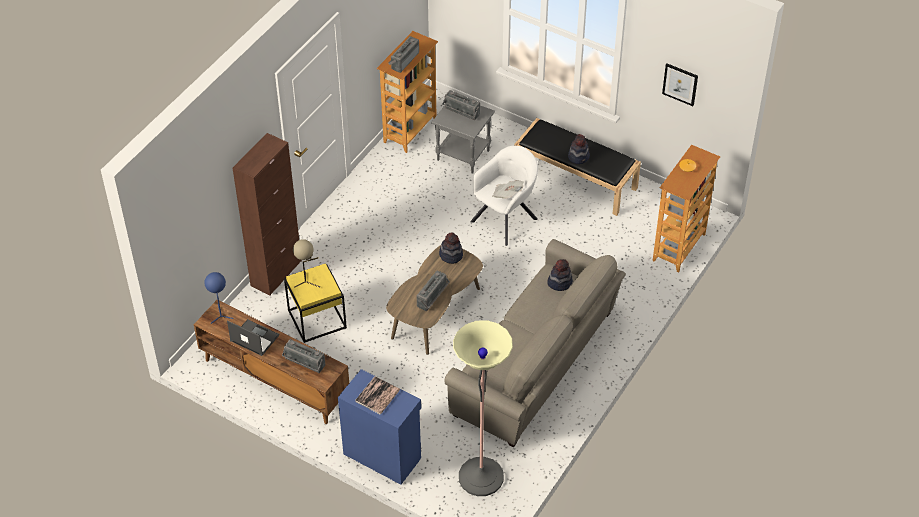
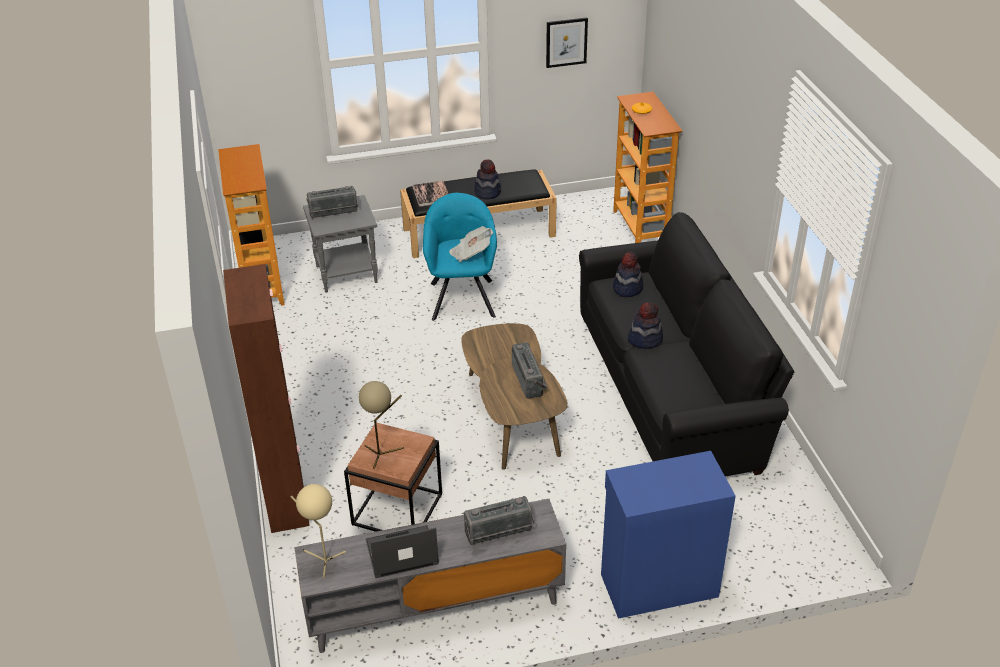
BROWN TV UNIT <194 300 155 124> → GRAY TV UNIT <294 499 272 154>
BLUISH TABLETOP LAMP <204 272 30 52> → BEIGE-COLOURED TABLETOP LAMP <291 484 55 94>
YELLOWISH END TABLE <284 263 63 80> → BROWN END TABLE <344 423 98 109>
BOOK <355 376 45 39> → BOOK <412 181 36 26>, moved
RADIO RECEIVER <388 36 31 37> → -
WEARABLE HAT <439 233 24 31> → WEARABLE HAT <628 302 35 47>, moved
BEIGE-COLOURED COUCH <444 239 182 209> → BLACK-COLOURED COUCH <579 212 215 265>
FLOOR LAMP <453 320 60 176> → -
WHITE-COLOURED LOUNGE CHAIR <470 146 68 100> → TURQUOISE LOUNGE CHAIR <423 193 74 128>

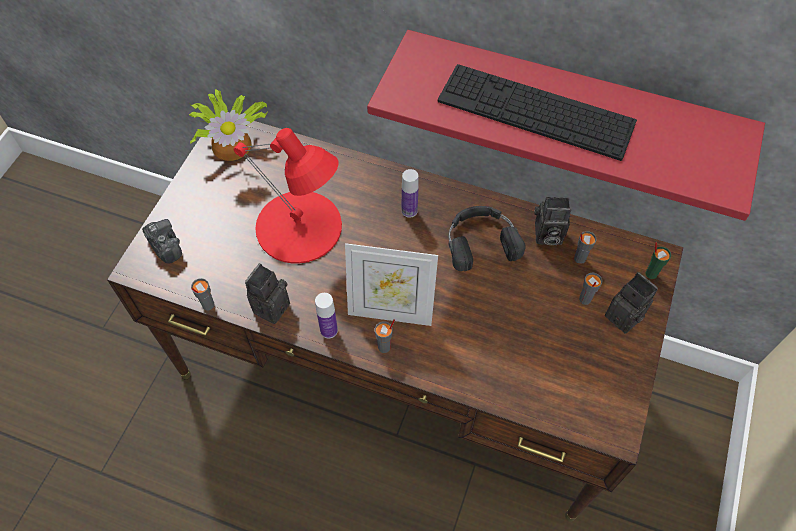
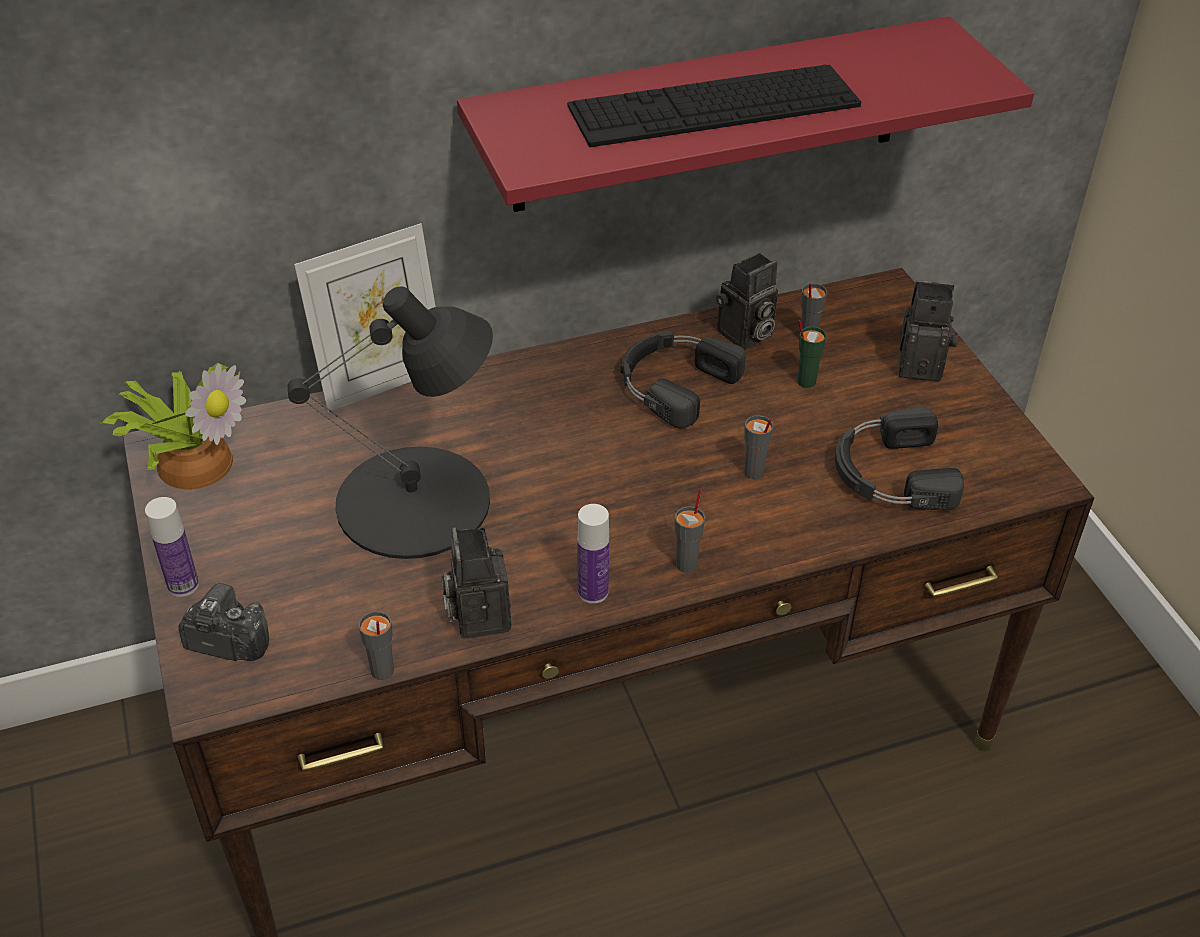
RED-COLOURED TABLETOP LAMP <233 128 109 135> → BLACK-COLOURED TABLETOP LAMP <288 286 205 273>
STANDING FRAME <345 243 93 83> → STANDING FRAME <294 223 142 189>, moved
DRINK BOTTLE <402 169 17 49> → DRINK BOTTLE <145 497 54 100>, moved
GRAY DRINKING CUP <579 272 23 33> → GRAY DRINKING CUP <744 415 29 64>, moved
GREEN-COLOURED DRINKING CUP <645 242 26 37> → GREEN-COLOURED DRINKING CUP <797 320 30 68>, moved
- → BLACK-COLOURED PAIR OF HEADPHONES <835 406 129 104>

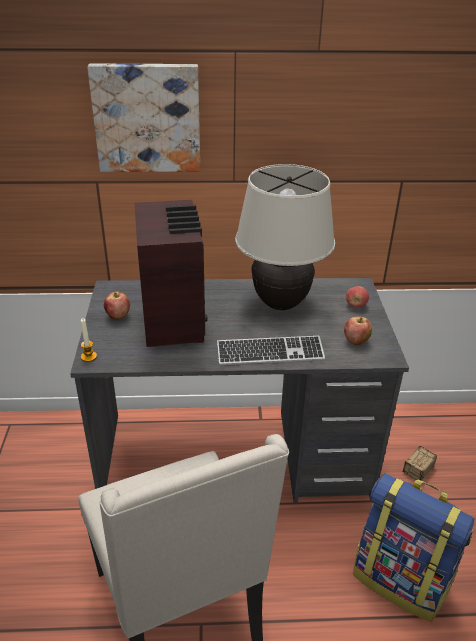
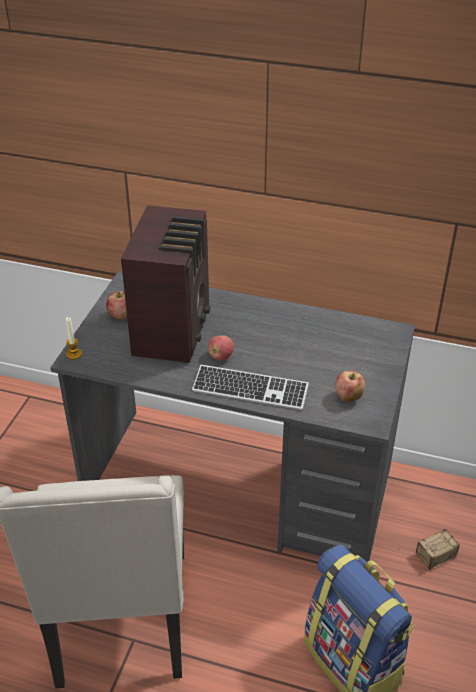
WALL ART <87 63 113 109> → -
BEIGE-COLOURED TABLETOP LAMP <235 164 100 146> → -
APPLE <346 286 23 22> → APPLE <208 335 26 25>, moved

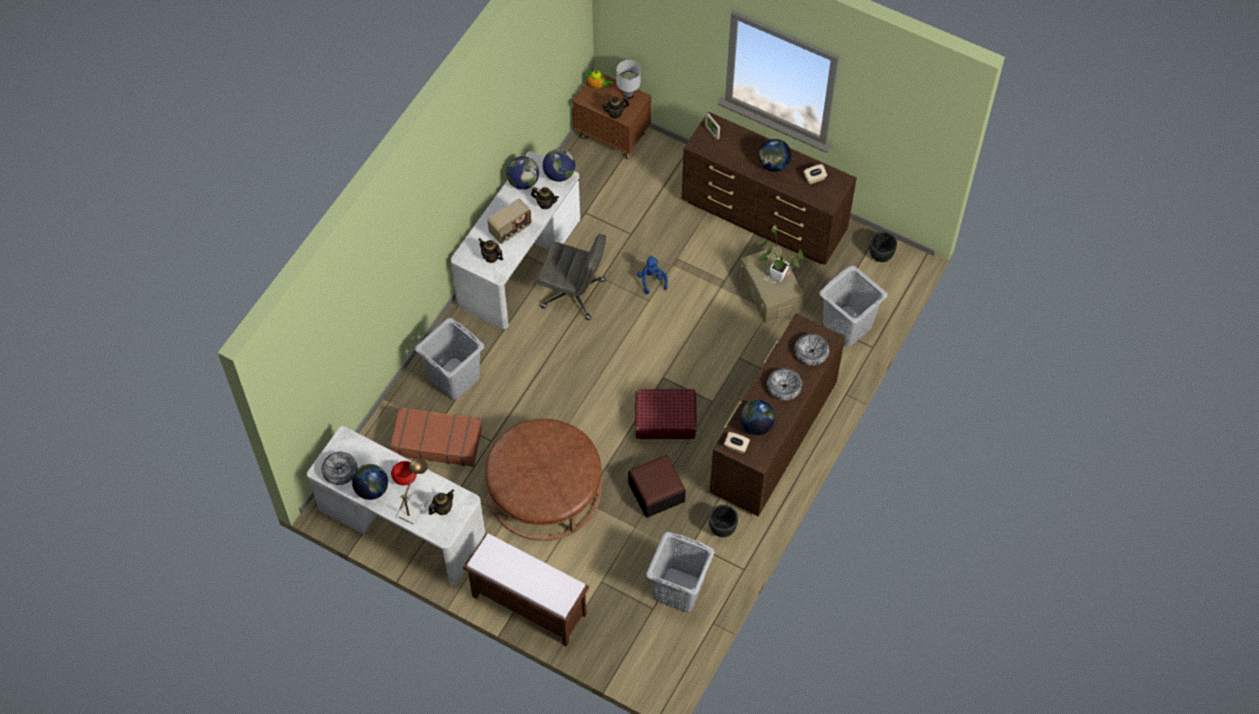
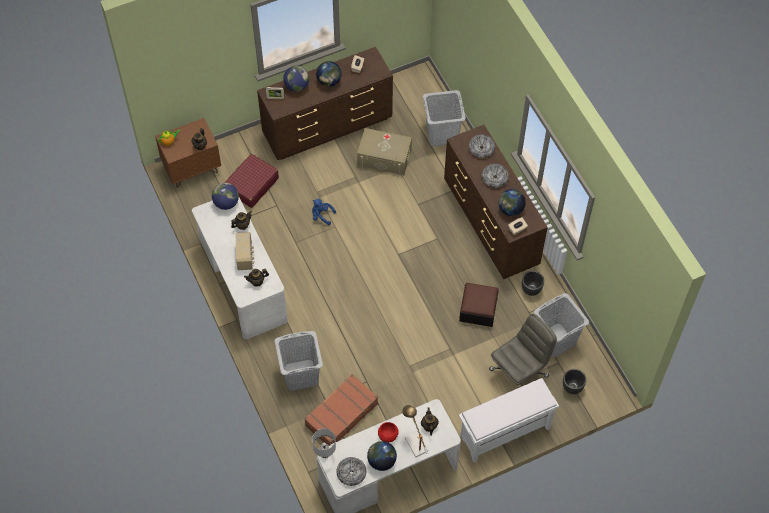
BROWN LONG SEAT <463 533 126 114> → WHITE-COLOURED LONG SEAT <459 378 100 85>
BROWN OTTOMAN <485 419 117 122> → -
DESK GLOBE <506 156 33 34> → DESK GLOBE <283 66 26 26>, moved
GRAY OFFICE CHAIR <538 234 68 86> → GRAY OFFICE CHAIR <489 314 68 74>, moved
WHITE-COLOURED TABLETOP LAMP <616 60 25 39> → WHITE-COLOURED TABLETOP LAMP <312 429 24 29>, moved
RED-COLOURED TRAVEL CASE <635 389 62 50> → RED-COLOURED TRAVEL CASE <225 154 54 54>, moved
PLANT IN A POT <759 228 44 55> → -
BLACK-COLOURED PLANTER <869 231 28 31> → BLACK-COLOURED PLANTER <563 369 23 25>, moved

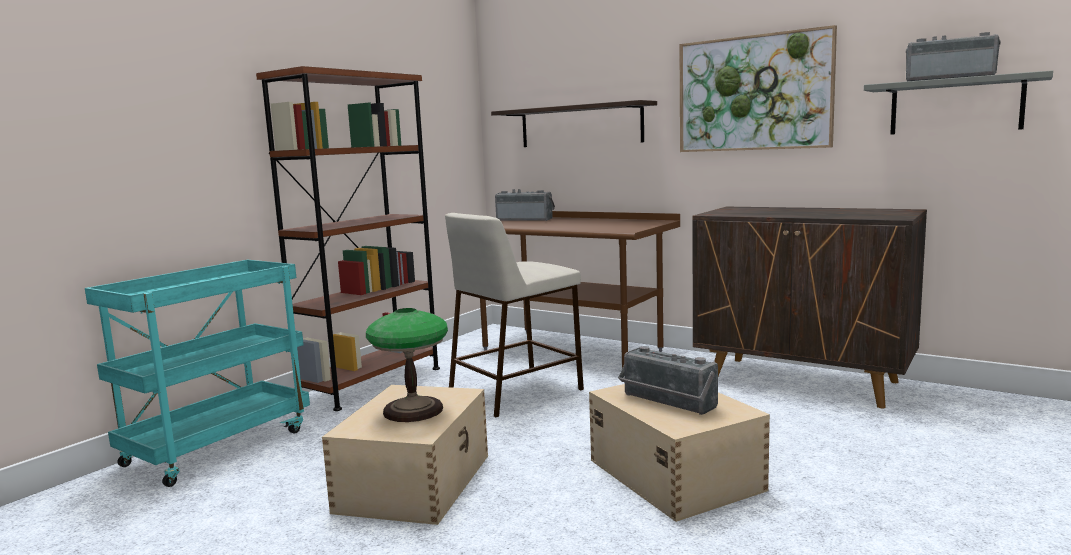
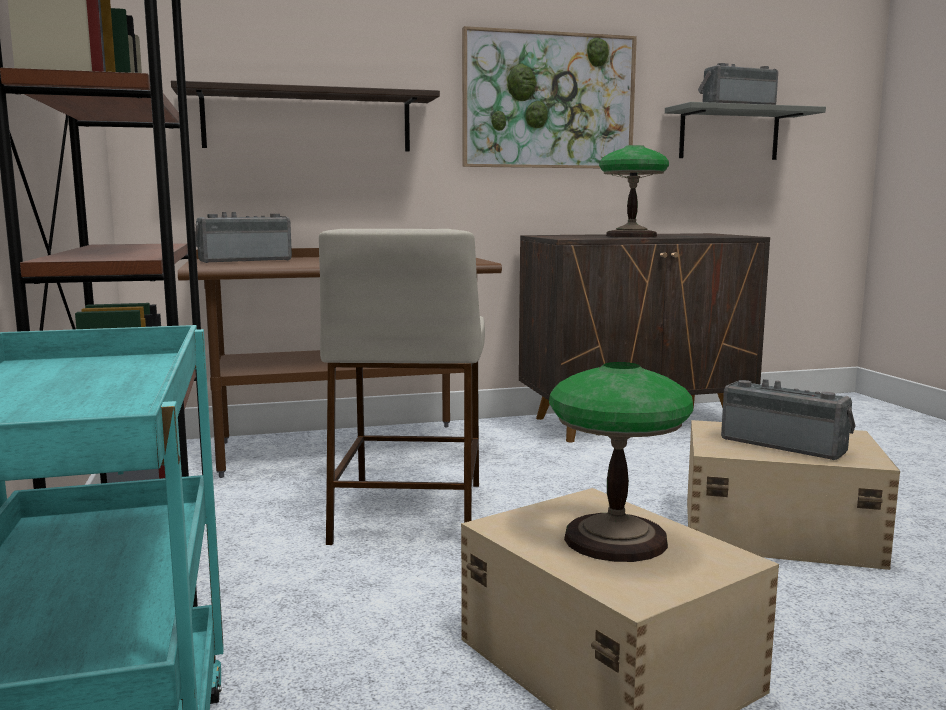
RADIO RECEIVER <618 346 100 69> → RADIO RECEIVER <721 379 134 81>, 135 degrees counterclockwise
- → TABLETOP LAMP <599 145 70 92>

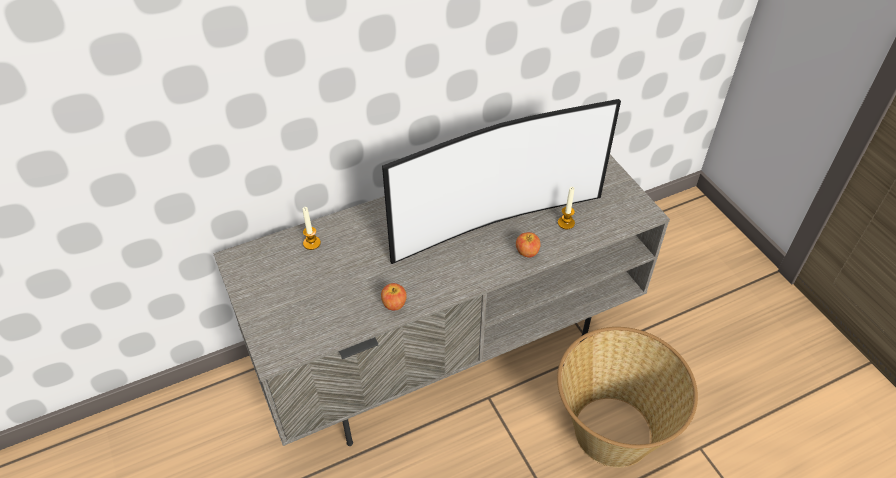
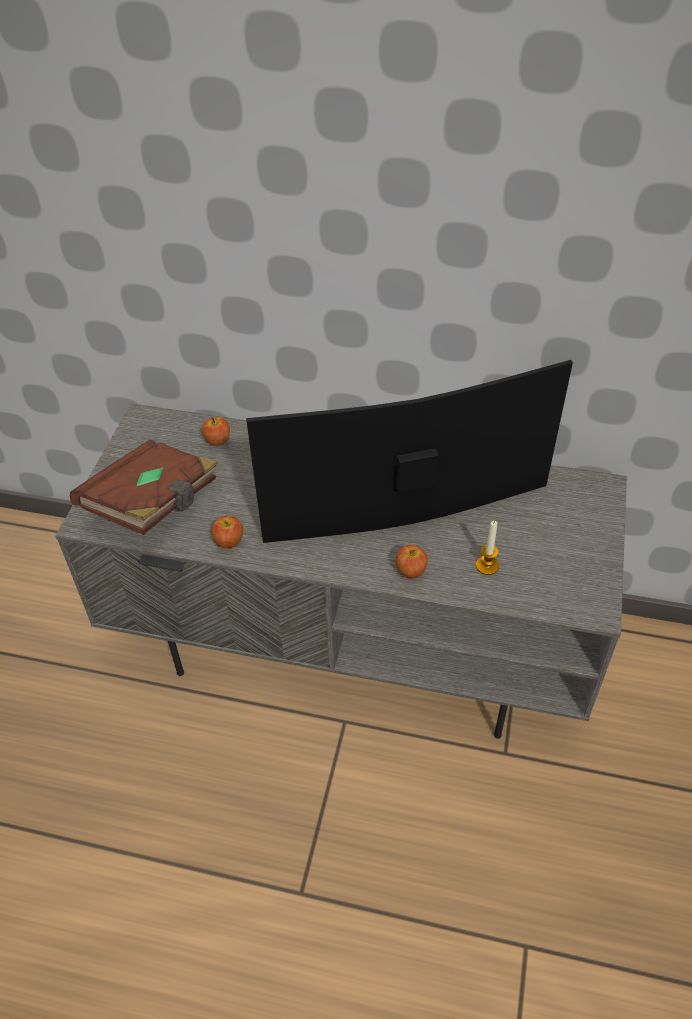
WAX LIGHT <303 207 18 43> → APPLE <202 417 28 29>
TV <382 99 239 165> → TV <246 360 327 183>, 150 degrees clockwise
STORAGE BASKET <557 327 141 141> → -
- → BROWN BOOK <70 439 148 96>

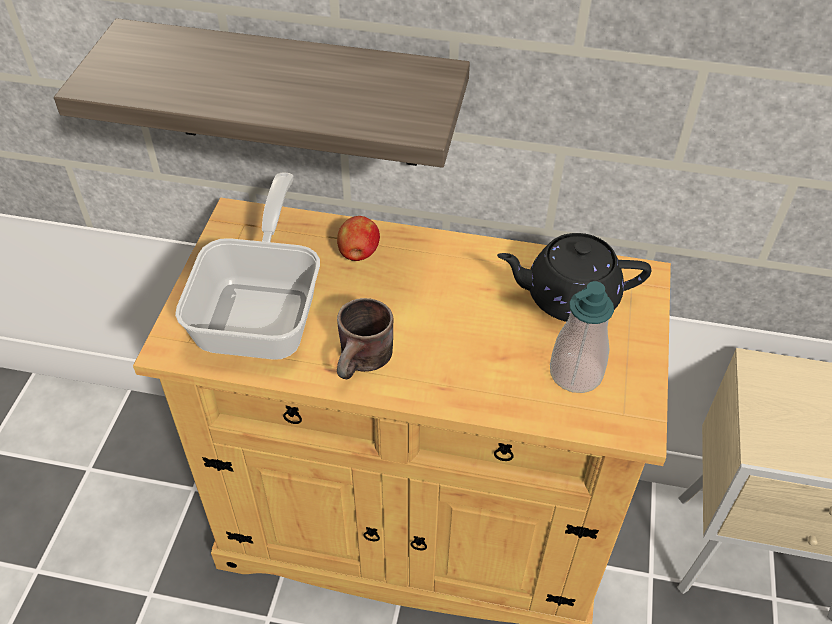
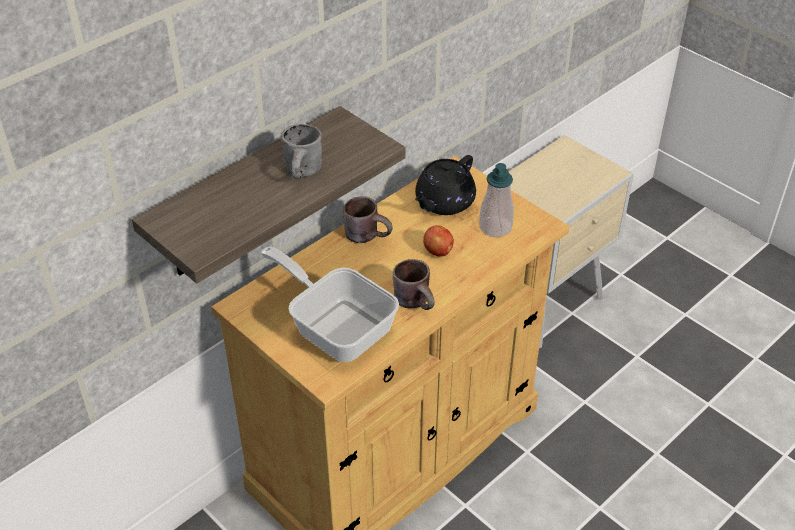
APPLE <337 216 43 45> → APPLE <423 225 31 32>, moved
- → GRAY COFFEE MUG <281 124 41 55>
- → BROWN COFFEE MUG <343 196 50 47>

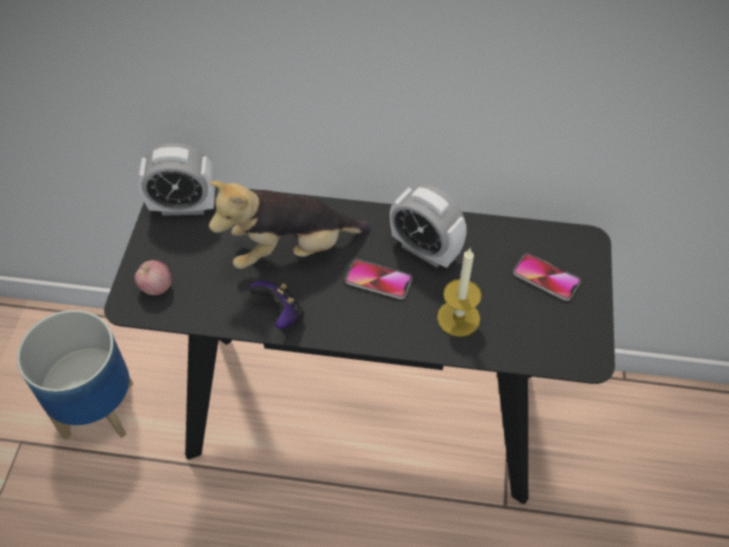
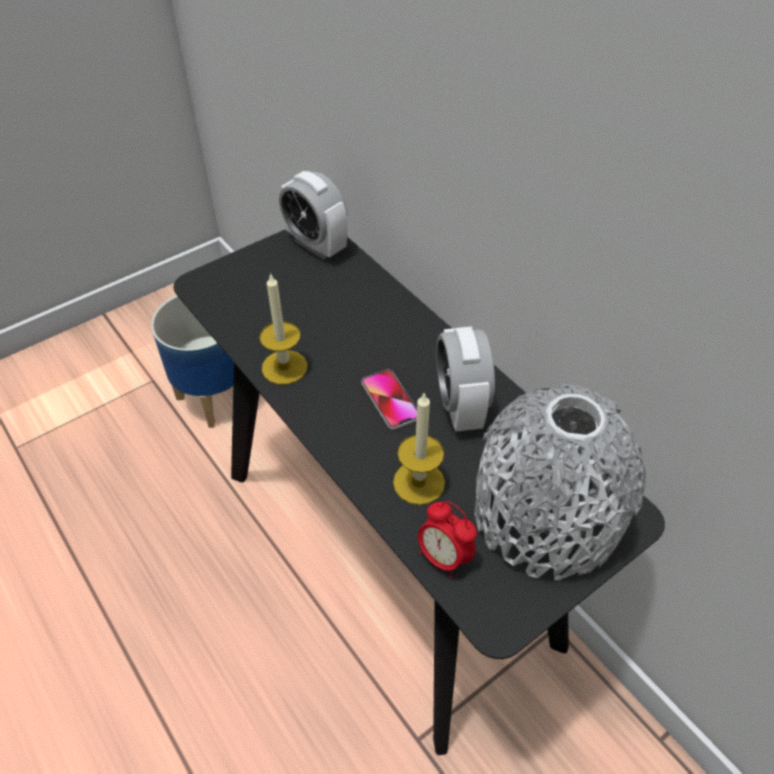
APPLE <134 260 38 35> → -
PLUSH TOY <209 180 162 89> → -
JOYPAD <249 281 55 48> → WAX LIGHT <260 273 48 112>
HANDSET <513 254 68 47> → GRAY VASE <475 384 172 197>
- → TABLE CLOCK <418 501 59 78>

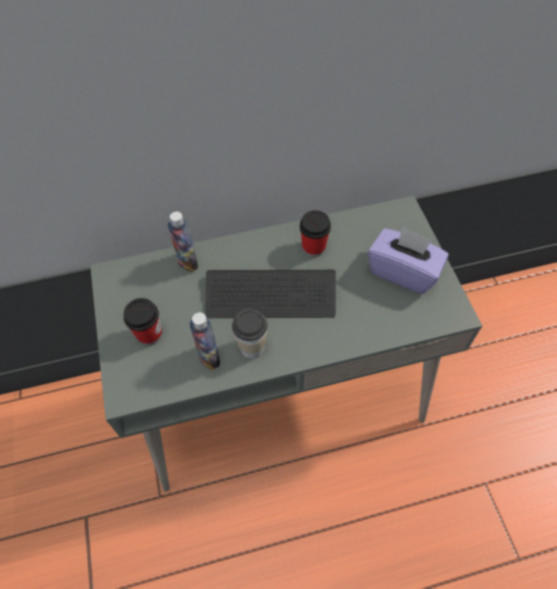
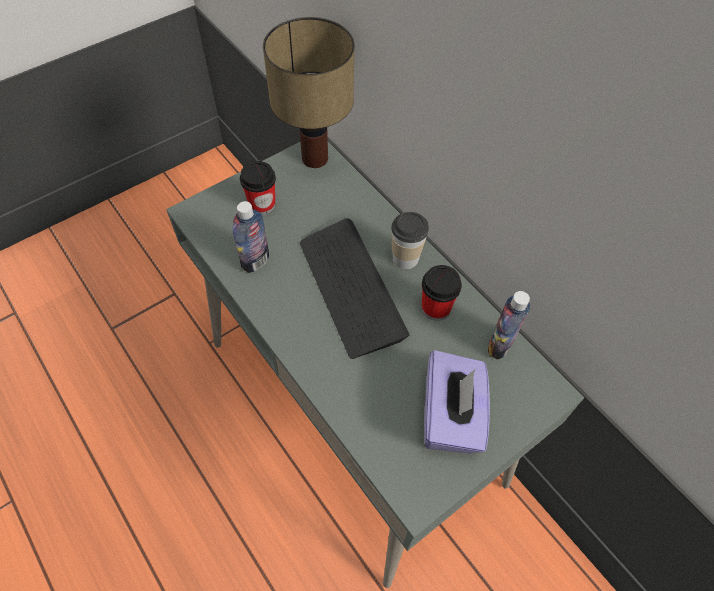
DRINK BOTTLE <168 211 30 61> → DRINK BOTTLE <488 291 42 69>, moved
DRINKING CUP <232 309 35 50> → DRINKING CUP <391 212 38 57>, moved
- → TABLETOP LAMP <263 17 92 151>

